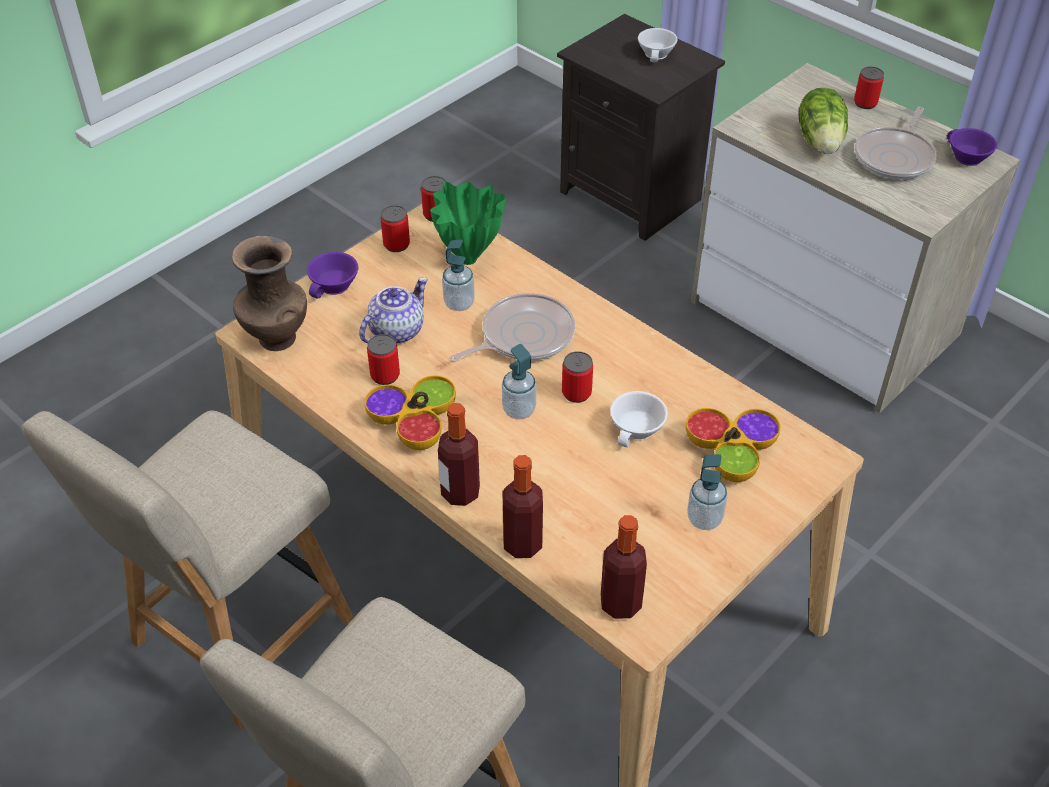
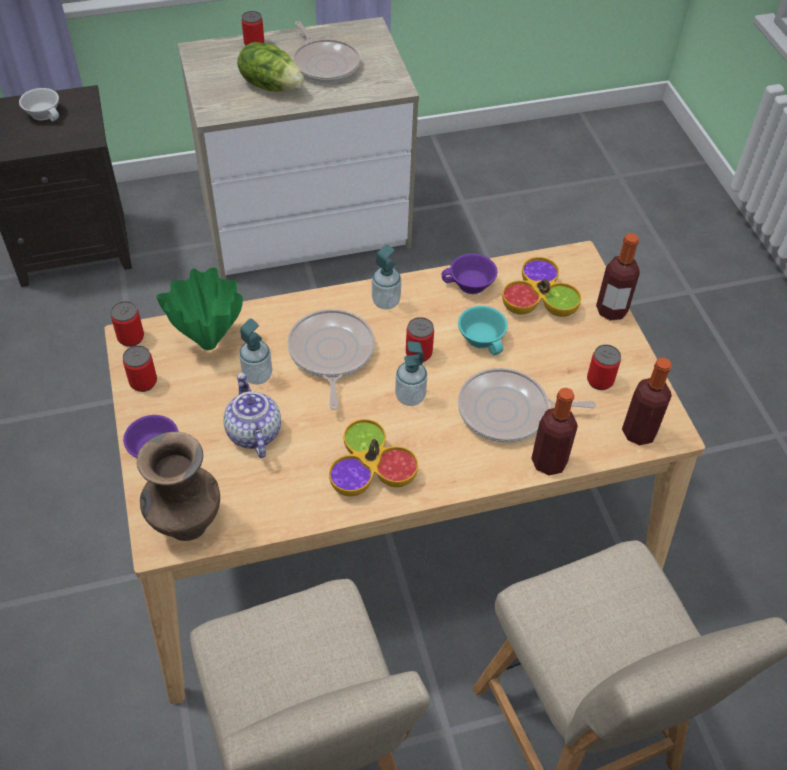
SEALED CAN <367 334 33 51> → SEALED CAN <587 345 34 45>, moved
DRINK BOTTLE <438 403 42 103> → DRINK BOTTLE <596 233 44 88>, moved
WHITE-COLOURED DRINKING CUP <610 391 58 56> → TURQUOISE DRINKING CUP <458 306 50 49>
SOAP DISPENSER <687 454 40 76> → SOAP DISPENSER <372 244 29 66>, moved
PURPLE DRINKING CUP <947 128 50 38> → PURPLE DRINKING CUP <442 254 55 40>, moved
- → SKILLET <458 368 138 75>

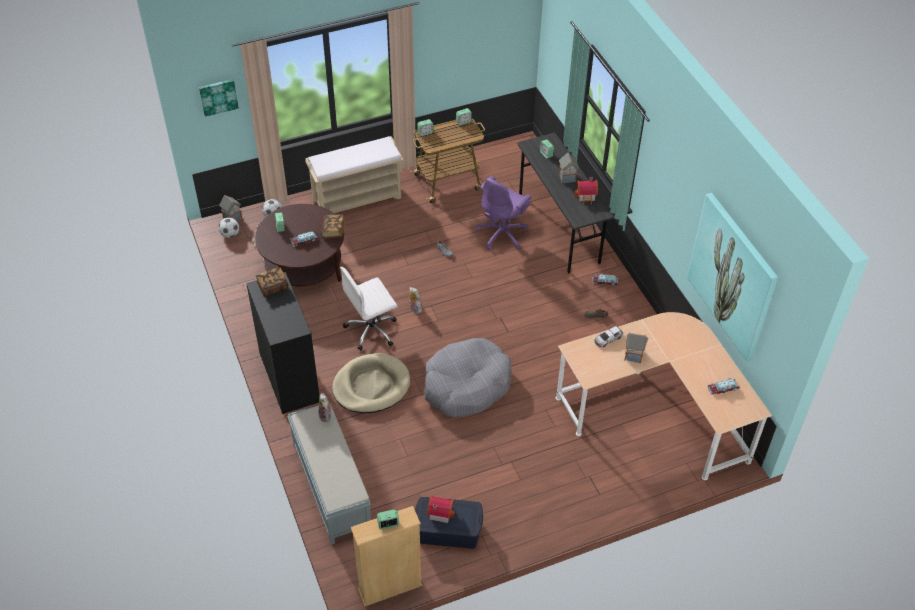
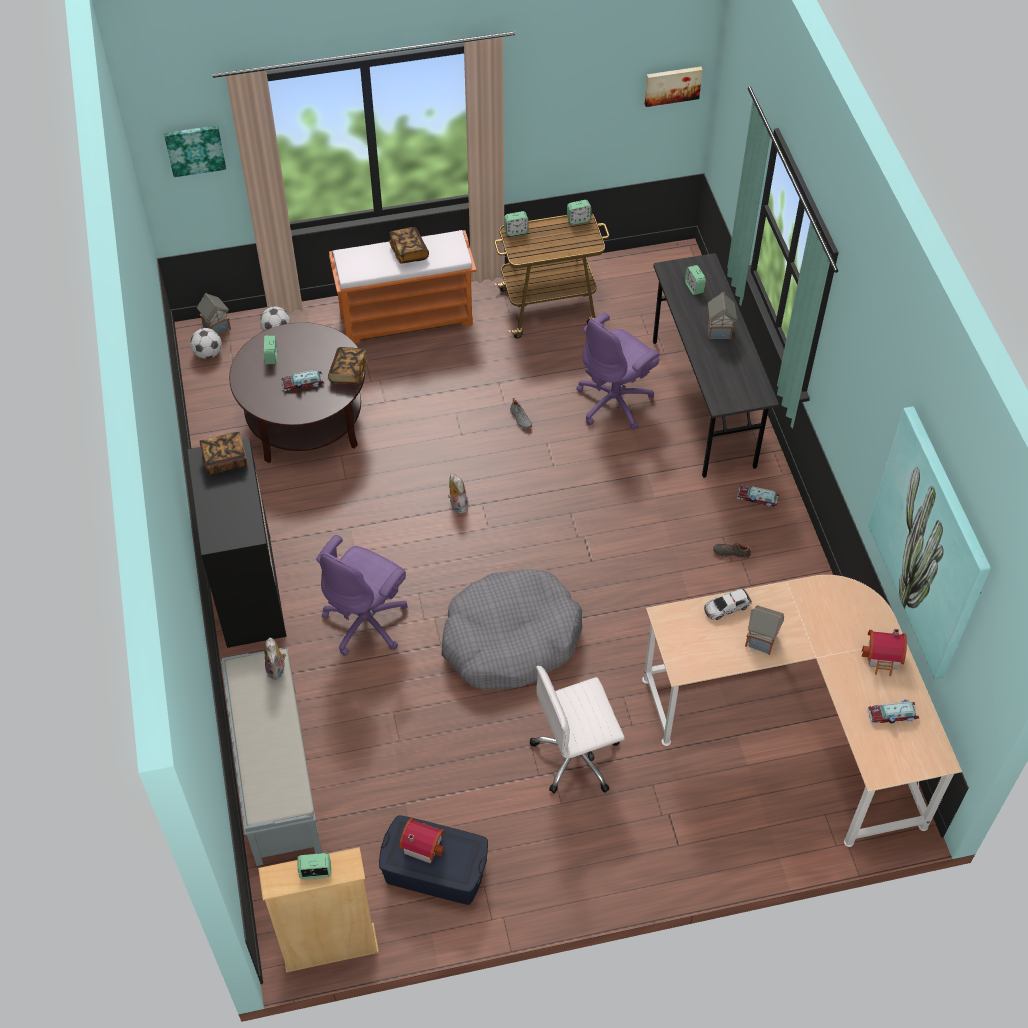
BEIGE-COLOURED LONG SEAT <305 136 98 77> → ORANGE LONG SEAT <329 230 147 114>
BEIGE-COLOURED DOG BED <332 353 78 60> → PURPLE OFFICE CHAIR <316 535 92 121>
WHITE-COLOURED OFFICE CHAIR <340 267 58 83> → WHITE-COLOURED OFFICE CHAIR <530 666 95 127>, moved
TOY HOUSE <574 177 24 28> → TOY HOUSE <862 629 45 47>, moved
- → BOOK <389 227 40 37>
- → WALL ART <644 67 59 40>

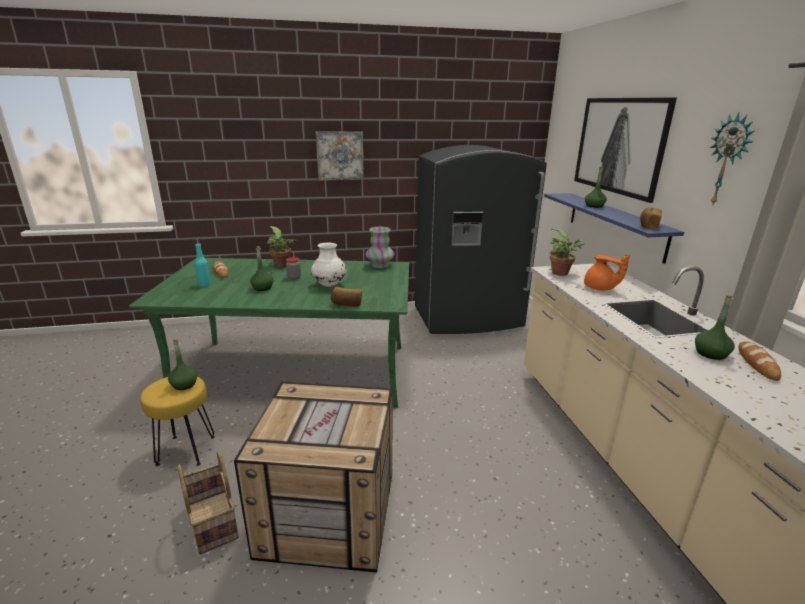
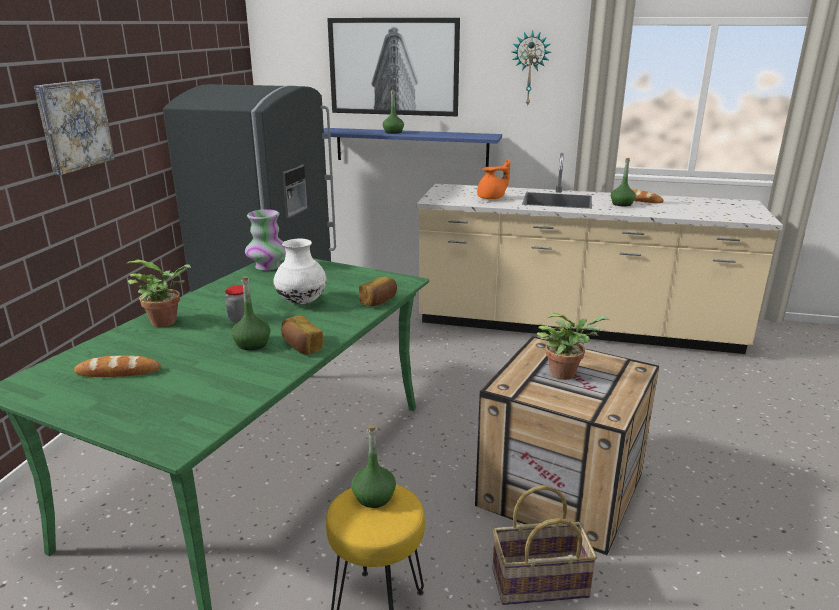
TURQUOISE DRINK BOTTLE <195 243 16 44> → -
PLANT IN A POT <548 228 37 48> → PLANT IN A POT <536 313 73 67>, moved
BAKED BREAD <640 208 22 21> → BAKED BREAD <281 316 42 39>, moved

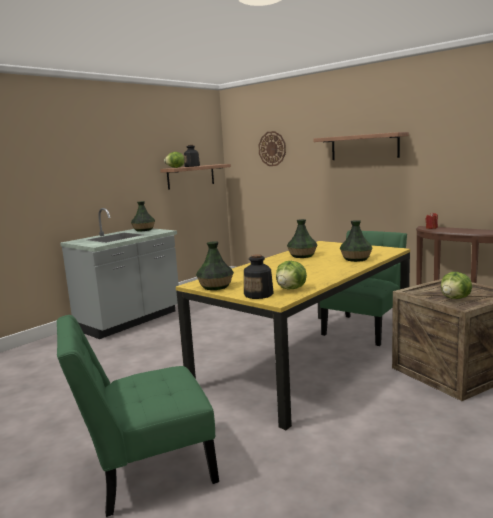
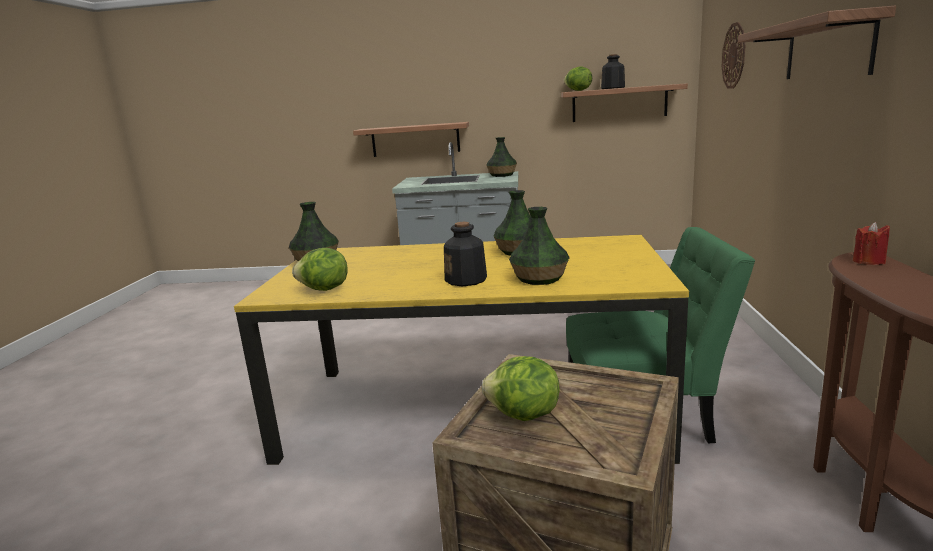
GREEN-COLOURED PLAIN CHAIR <57 315 162 202> → -
DRINK BOTTLE <244 254 30 45> → DRINK BOTTLE <444 222 43 64>, moved
- → SHELF <353 122 116 35>

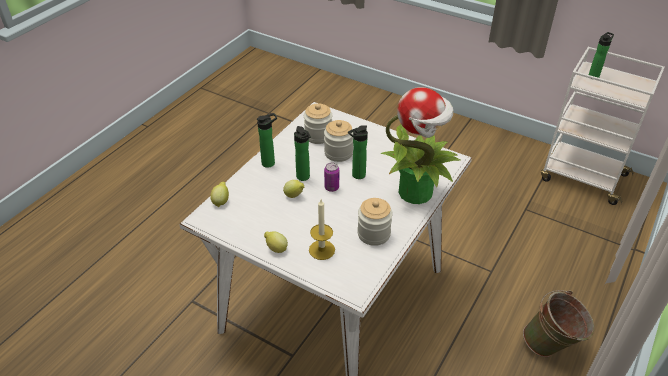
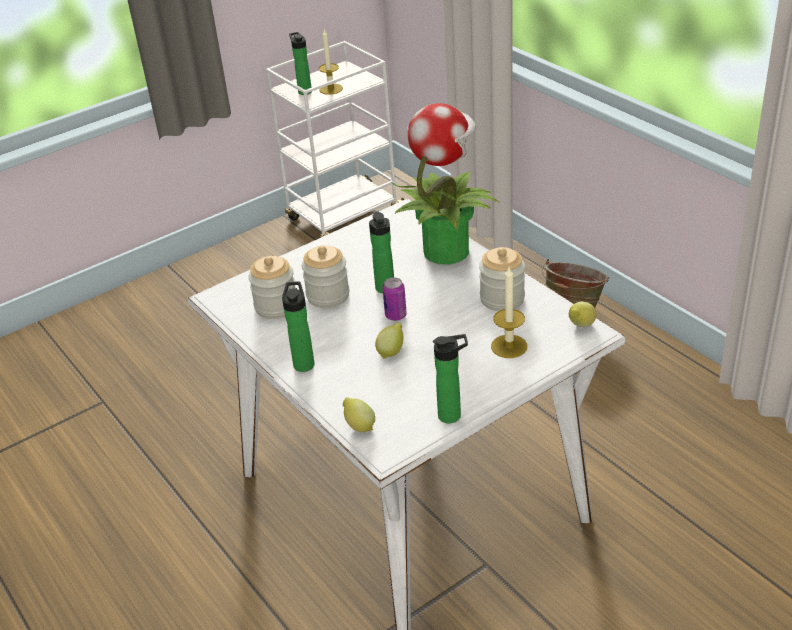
WHOLE LEMON <264 231 24 22> → WHOLE LEMON <569 302 28 25>, moved
DRINK BOTTLE <294 126 17 55> → DRINK BOTTLE <433 334 35 89>, moved
- → WAX LIGHT <319 30 24 65>

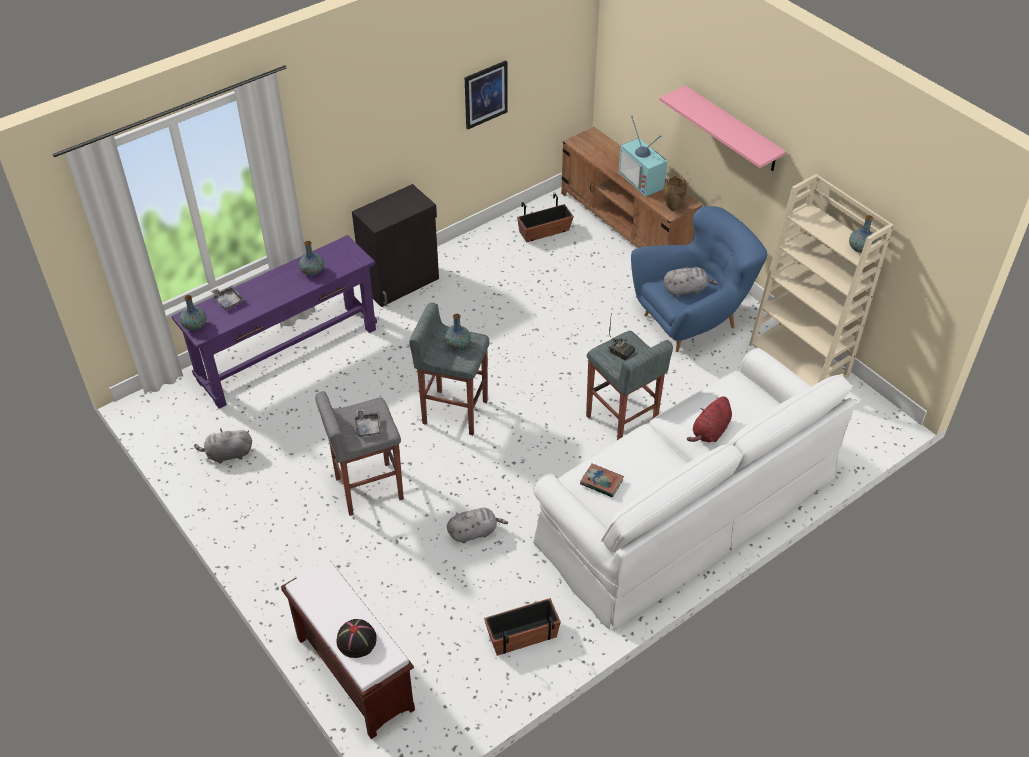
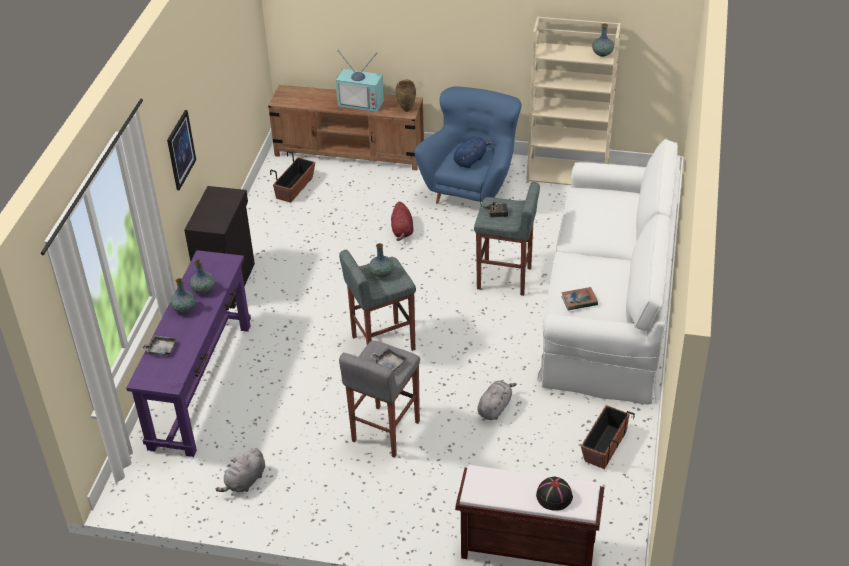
VASE <180 295 26 35> → VASE <170 278 26 35>, moved
WALL ART <465 60 43 69> → WALL ART <167 110 29 80>, moved
PINK SHELF <659 85 127 86> → -
GRAY PLUSH TOY <664 267 54 30> → BLUISH PLUSH TOY <454 137 38 31>
RED-COLOURED PLUSH TOY <687 396 45 46> → RED-COLOURED PLUSH TOY <391 202 23 39>, moved

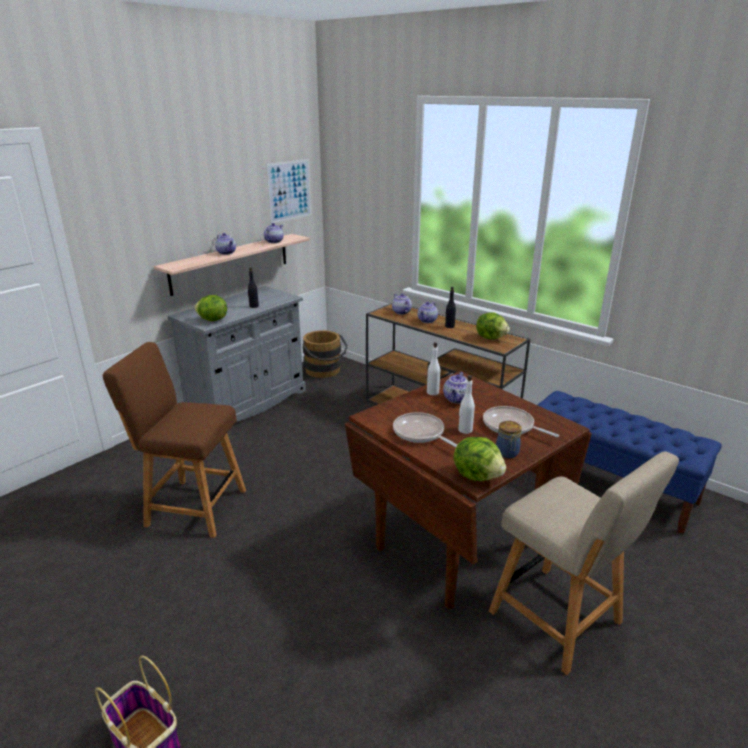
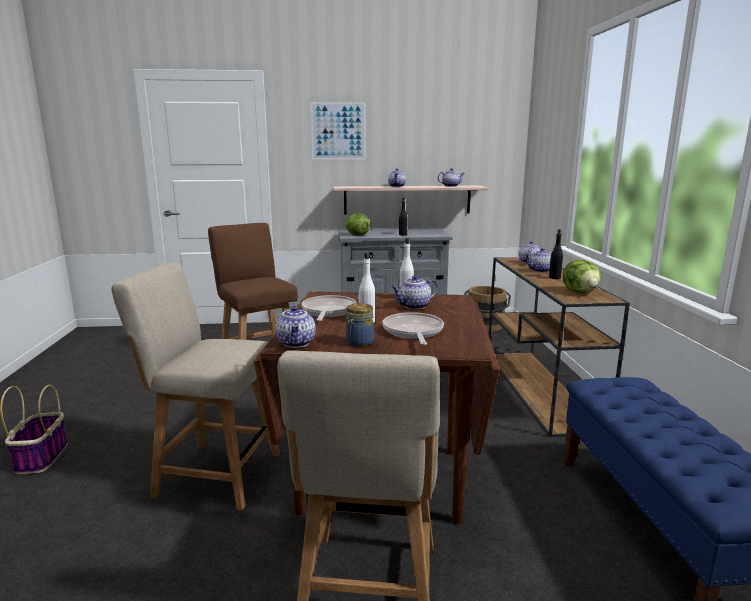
WALL ART <266 159 45 65> → WALL ART <310 102 56 58>, moved
LETTUCE <453 437 53 44> → TEAPOT <275 306 41 42>
- → BEIGE-COLOURED PLAIN CHAIR <111 263 169 247>

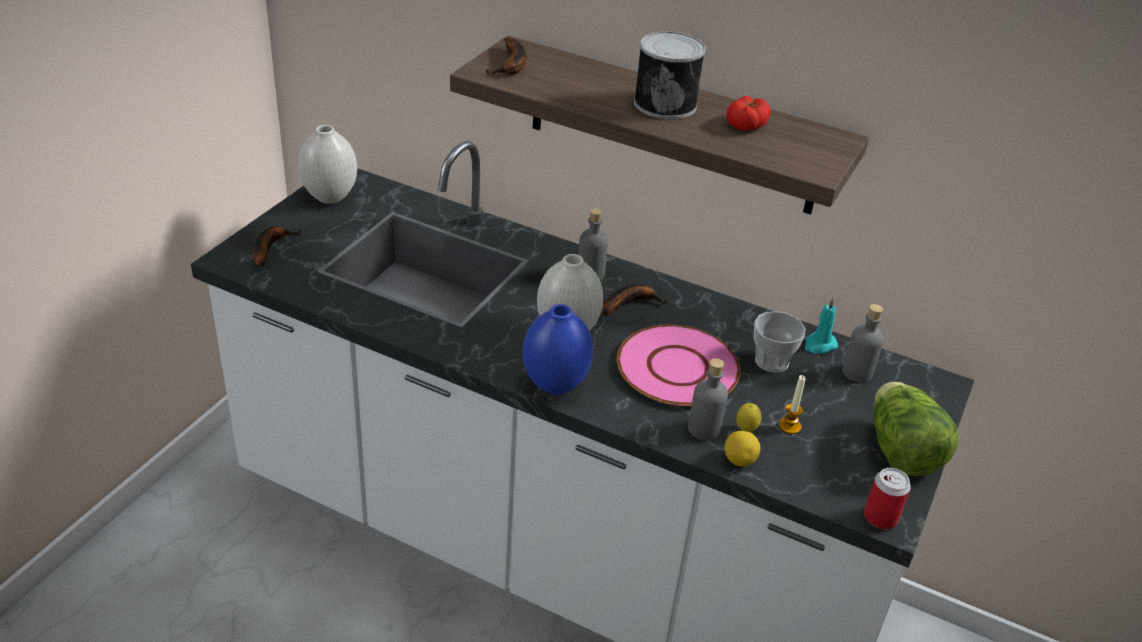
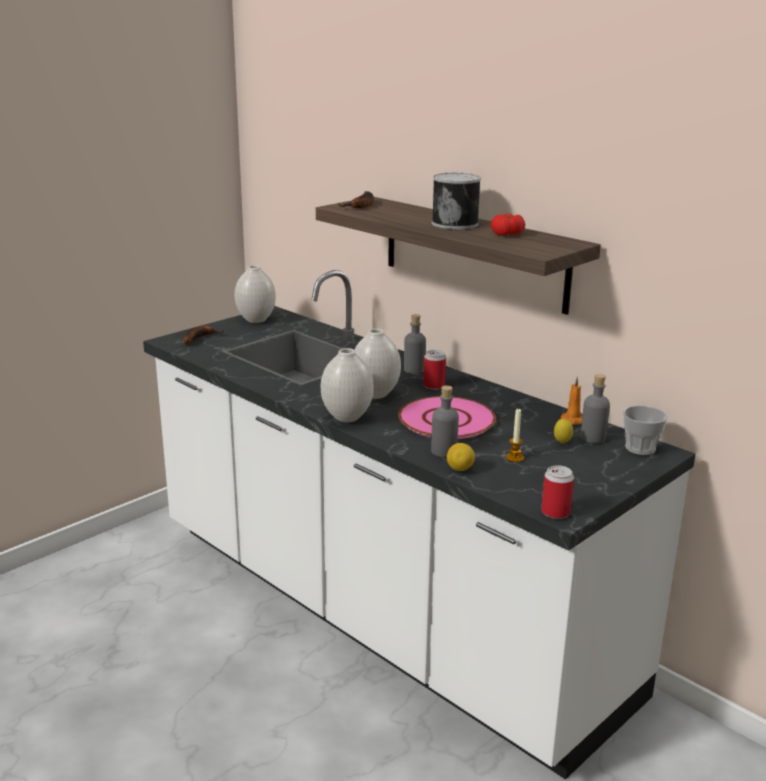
BLUISH VASE <523 304 70 91> → WHITE-COLOURED VASE <321 348 53 74>
BANANA FRUIT <602 284 66 32> → SEALED CAN <423 350 23 40>
WHOLE LEMON <736 403 25 29> → WHOLE LEMON <554 418 19 26>, moved
DRINKING CUP <754 311 51 62> → DRINKING CUP <623 406 45 49>, moved
TURQUOISE WAX LIGHT <805 298 33 55> → ORANGE WAX LIGHT <558 377 24 48>
LETTUCE <874 382 85 94> → -

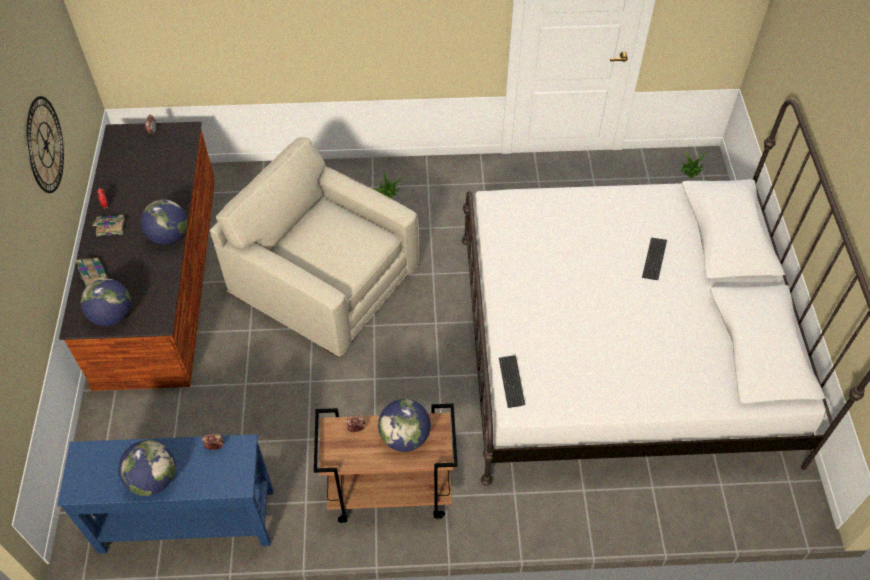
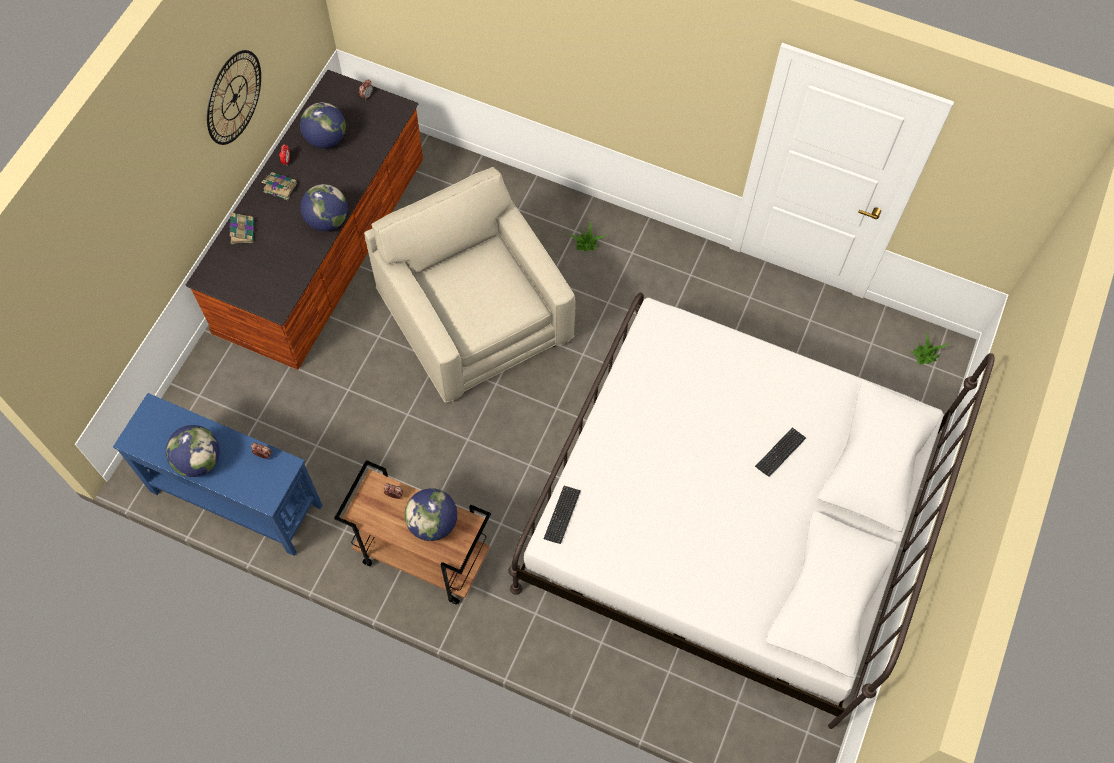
DESK GLOBE <81 278 50 48> → DESK GLOBE <300 102 46 46>, moved

